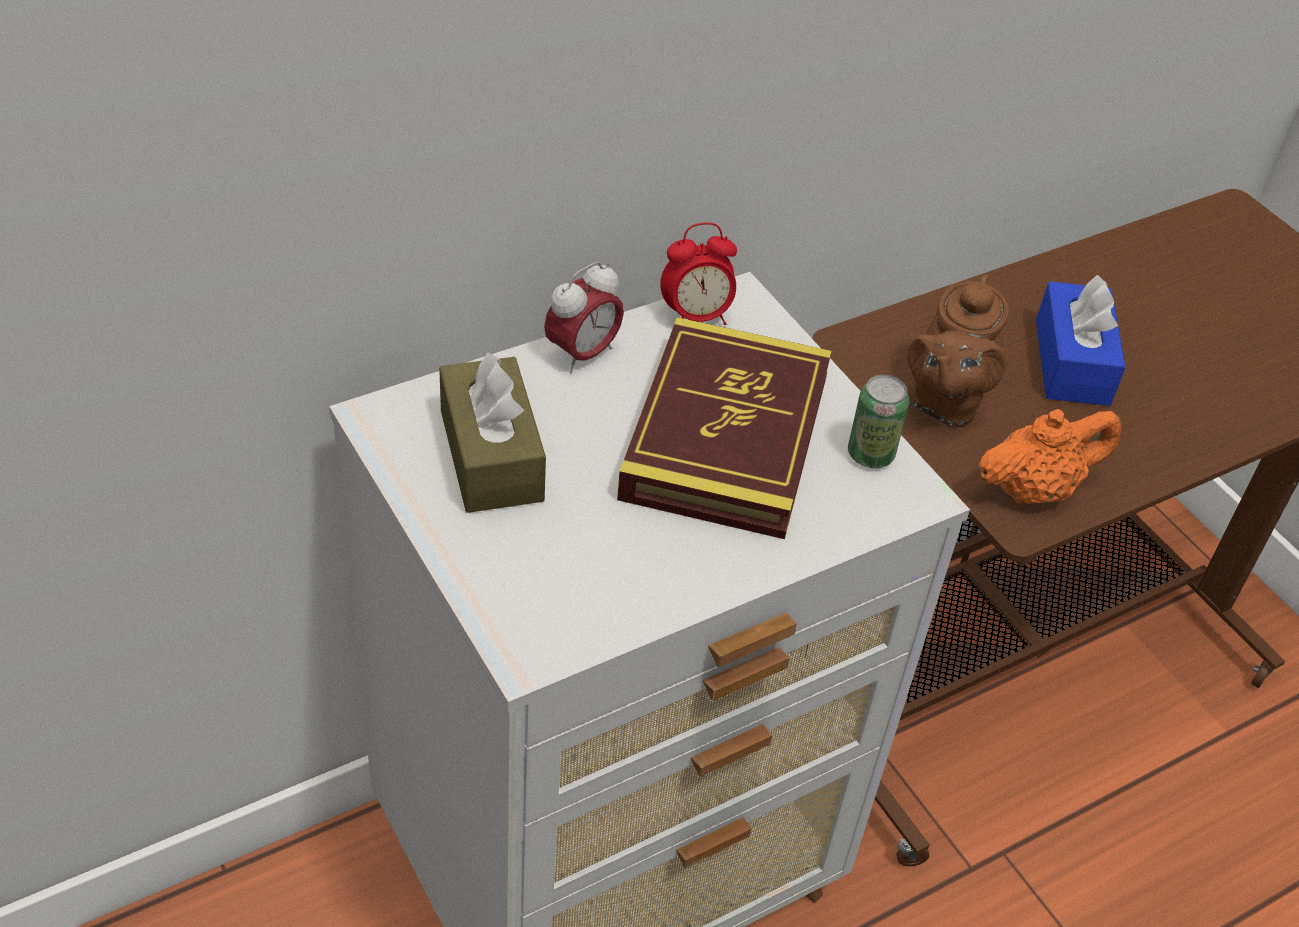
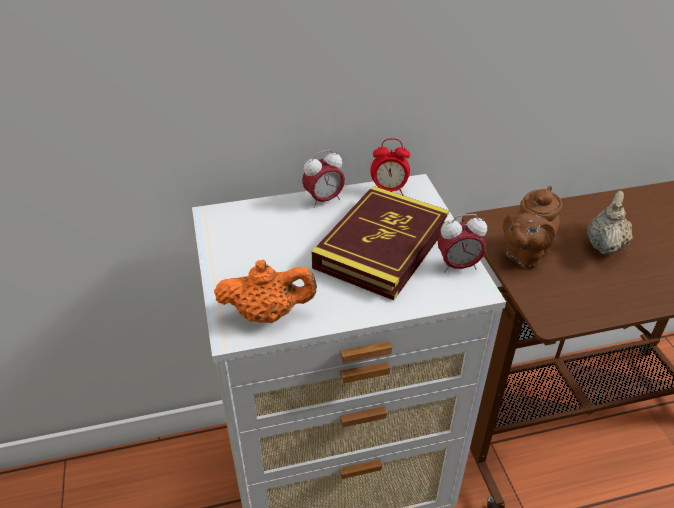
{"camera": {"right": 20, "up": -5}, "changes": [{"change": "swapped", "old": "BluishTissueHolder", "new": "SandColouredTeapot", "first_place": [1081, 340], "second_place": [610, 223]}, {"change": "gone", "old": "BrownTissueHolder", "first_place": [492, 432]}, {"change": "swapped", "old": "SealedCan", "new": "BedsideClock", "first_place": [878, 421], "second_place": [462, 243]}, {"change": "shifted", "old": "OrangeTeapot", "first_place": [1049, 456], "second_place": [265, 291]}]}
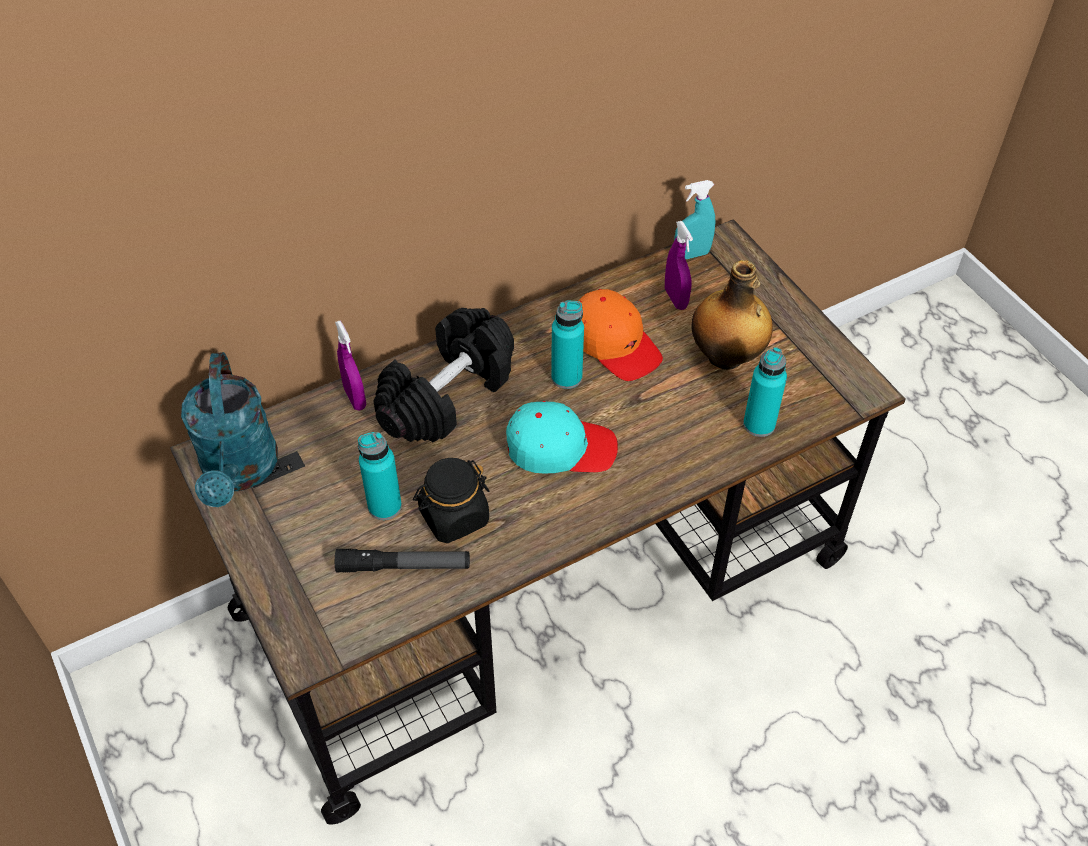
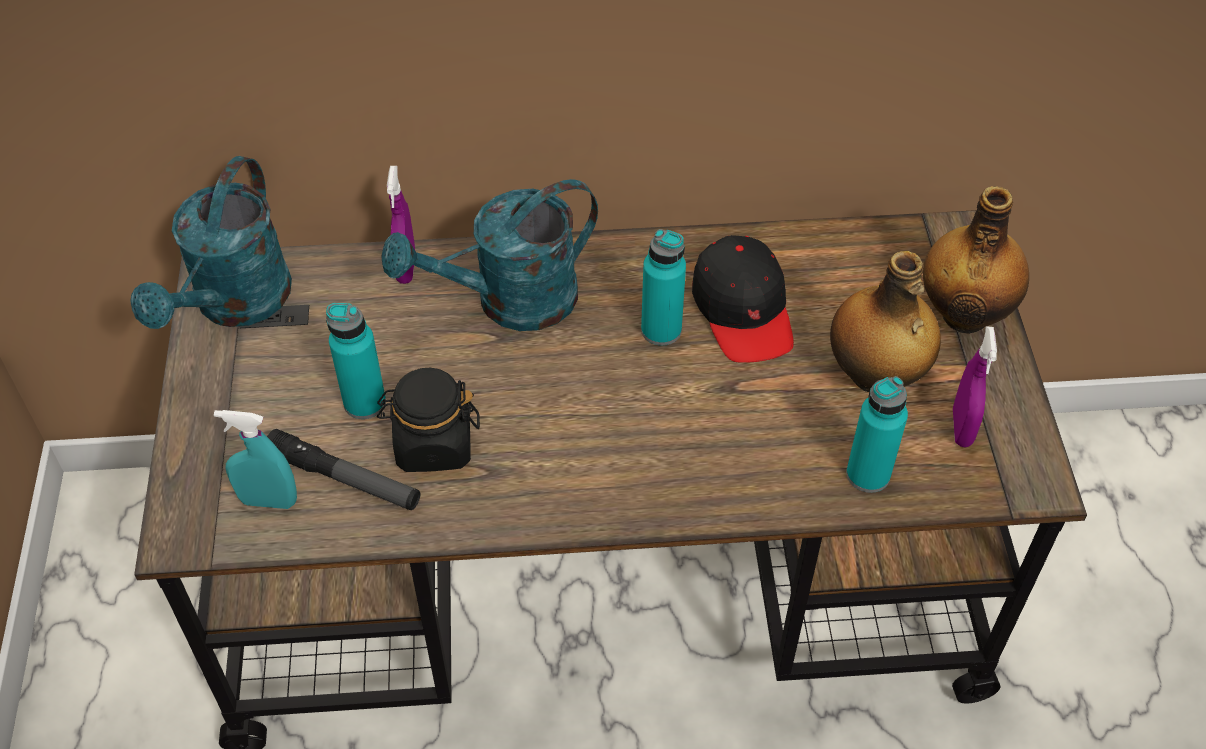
{"camera": {"right": 25, "up": 0}, "changes": [{"change": "shifted", "old": "TurquoiseSprayBottle", "first_place": [695, 219], "second_place": [255, 459]}, {"change": "shifted", "old": "PurpleColouredSprayBottle", "first_place": [679, 265], "second_place": [975, 387]}, {"change": "repainted", "old": "OrangeCap", "new": "BlackColouredCap", "first_place": [620, 335], "second_place": [743, 299]}, {"change": "swapped", "old": "BlackColouredFreeWeight", "new": "TurquoiseSprinklingCan", "first_place": [443, 375], "second_place": [489, 255]}, {"change": "gone", "old": "TurquoiseCap", "first_place": [562, 437]}, {"change": "new", "new": "DrinkBottle", "second_place": [976, 260]}]}
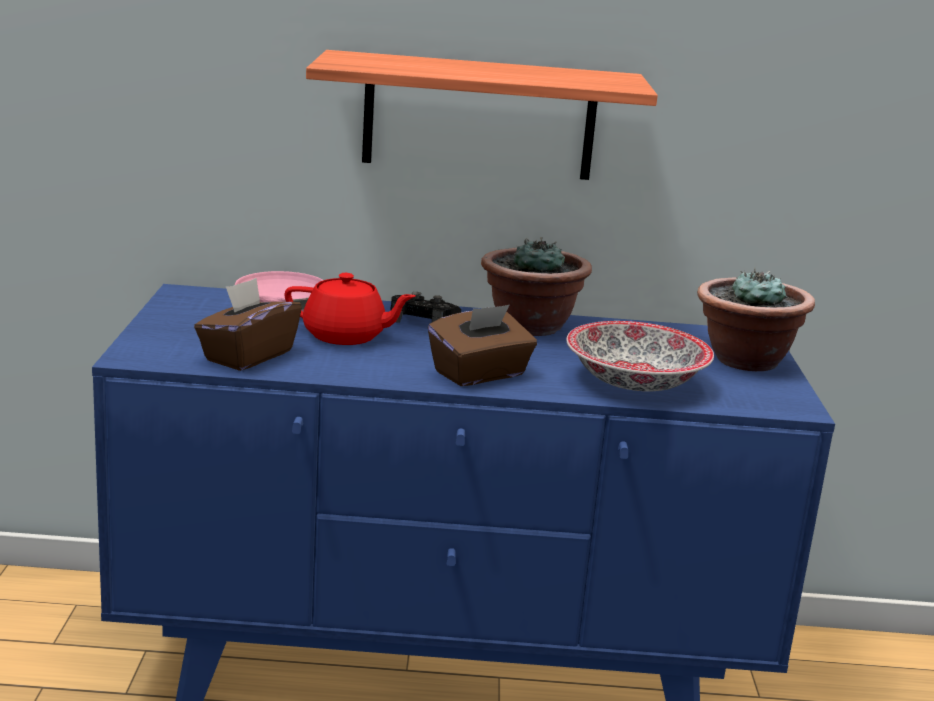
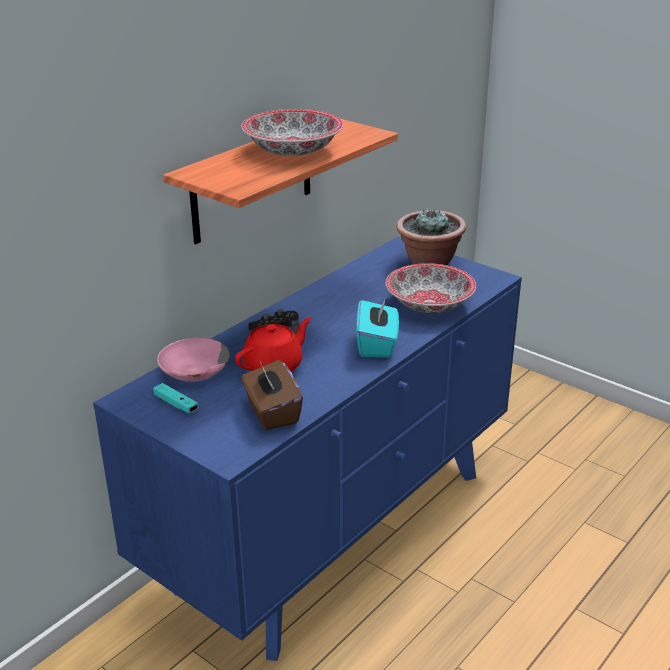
{"camera": {"right": -50, "up": 10}, "changes": [{"change": "gone", "old": "PottedPlant", "first_place": [536, 286]}, {"change": "repainted", "old": "BrownTissueHolder", "new": "TurquoiseTissueHolder", "first_place": [482, 345], "second_place": [377, 327]}, {"change": "new", "new": "DeepDish", "second_place": [292, 132]}, {"change": "new", "new": "TurquoiseGamepad", "second_place": [175, 398]}]}
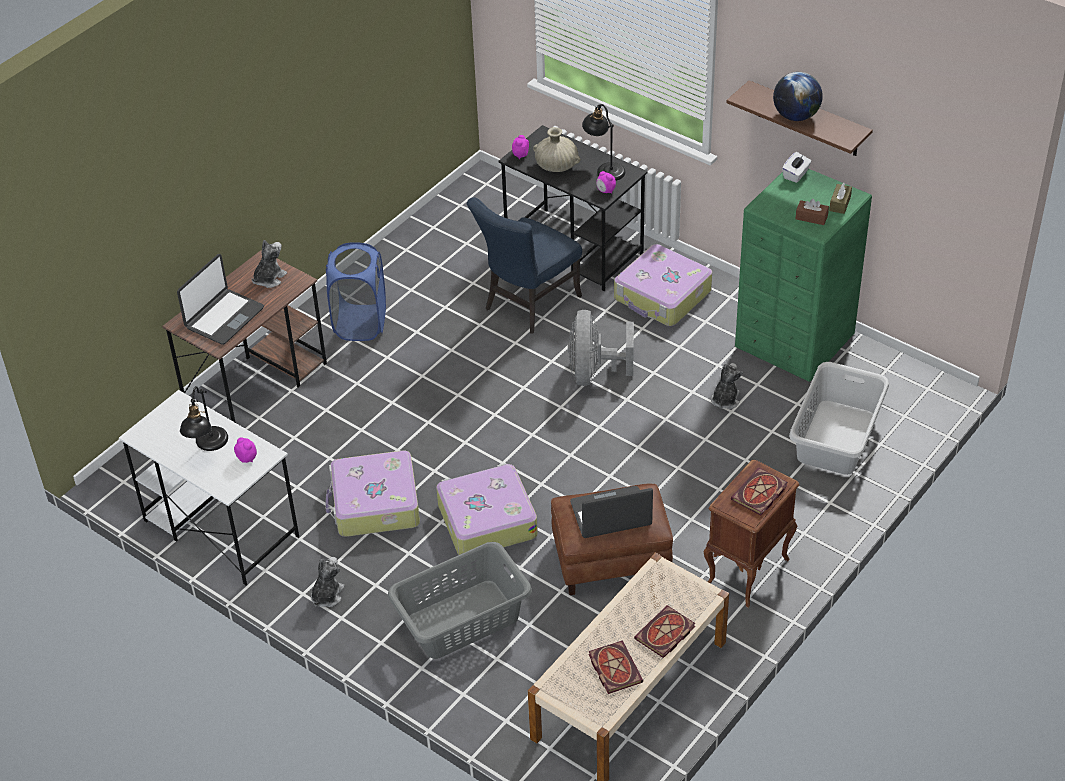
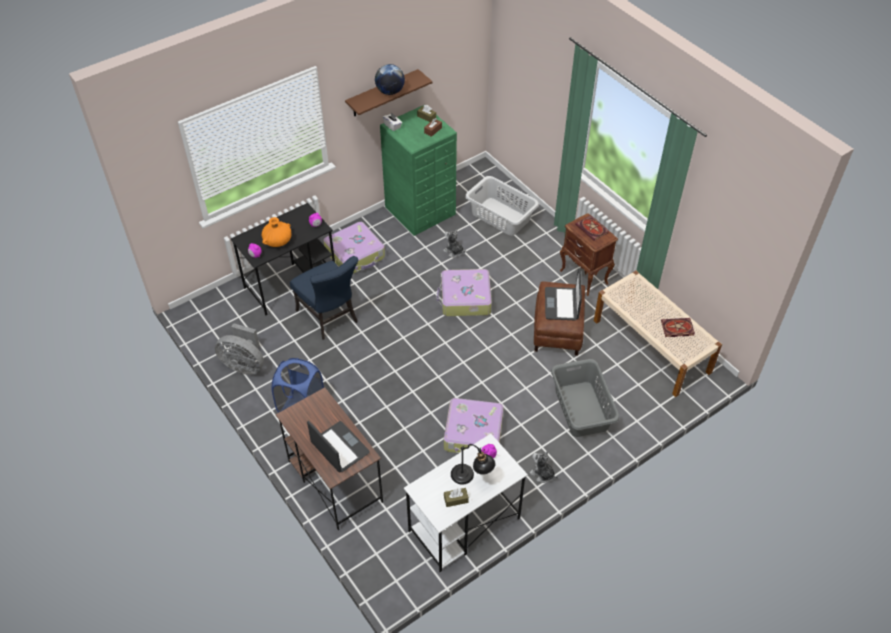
{"camera": {"right": -75, "up": 5}, "changes": [{"change": "gone", "old": "BlackColouredTabletopLamp", "first_place": [603, 142]}, {"change": "repainted", "old": "SandColouredVase", "new": "OrangeVase", "first_place": [557, 149], "second_place": [277, 232]}, {"change": "gone", "old": "SoftToy", "first_place": [269, 264]}, {"change": "shifted", "old": "GreyCoolingFan", "first_place": [601, 348], "second_place": [239, 349]}, {"change": "shifted", "old": "PieceOfLuggage", "first_place": [487, 509], "second_place": [464, 292]}, {"change": "gone", "old": "Book", "first_place": [664, 631]}, {"change": "new", "new": "BrownTissueHolder", "second_place": [456, 497]}]}
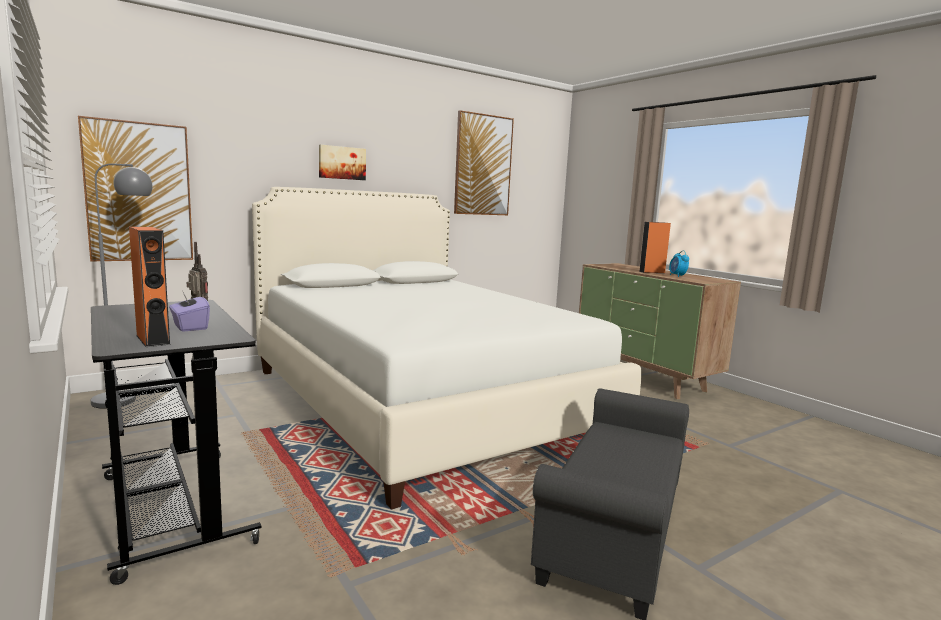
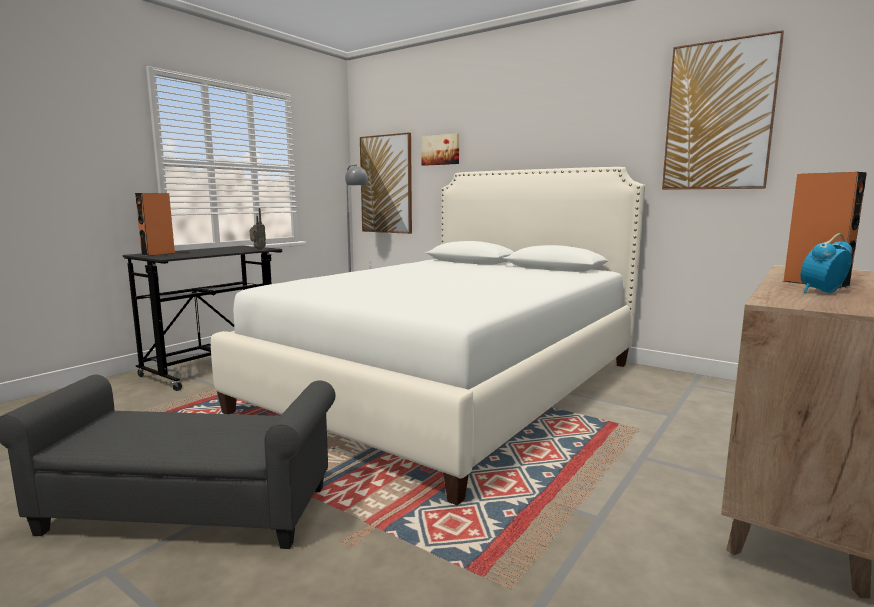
{"camera": {"right": 70, "up": 0}, "changes": [{"change": "shifted", "old": "WallPicture", "first_place": [342, 162], "second_place": [440, 150]}, {"change": "gone", "old": "PurpleColouredTissueHolder", "first_place": [189, 312]}]}
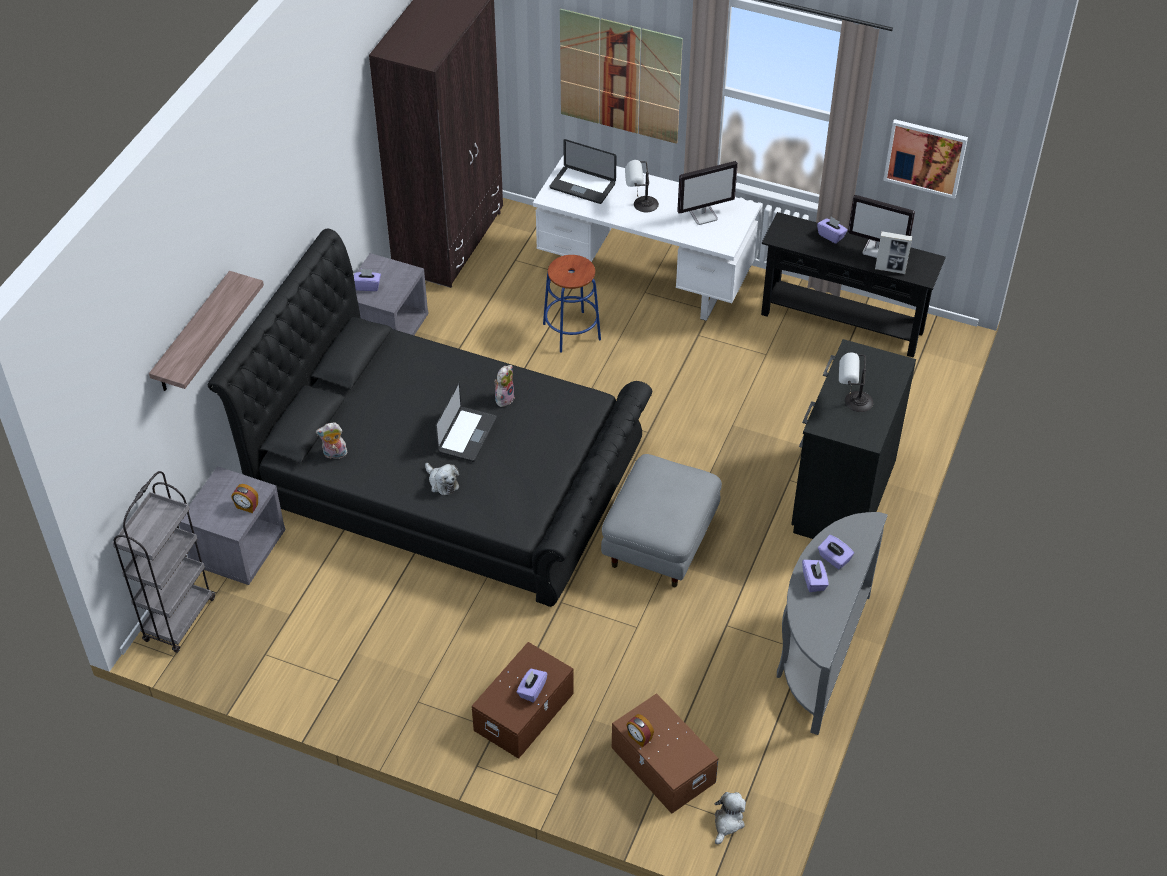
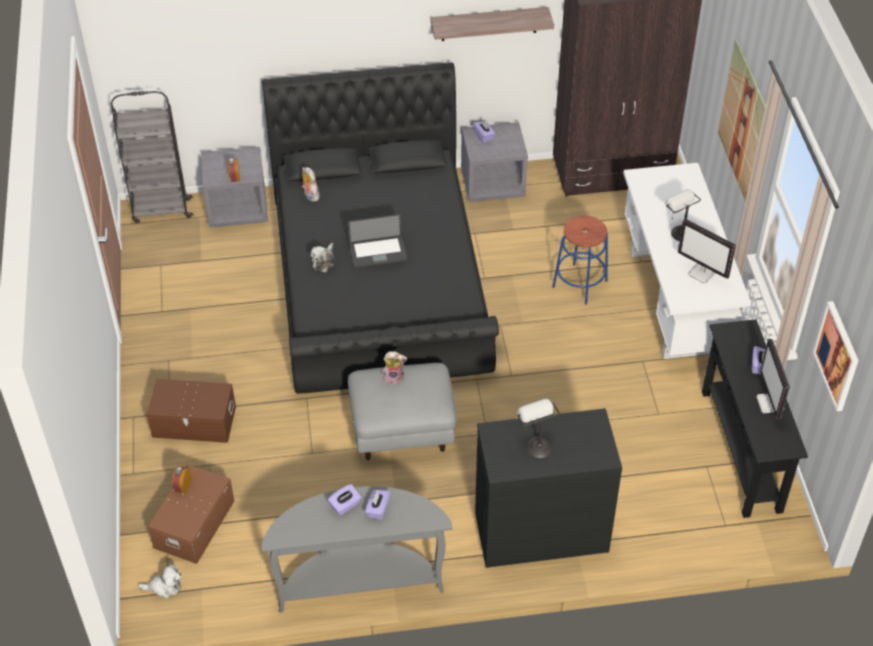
{"camera": {"right": 60, "up": 0}, "changes": [{"change": "gone", "old": "NotebookComputer", "first_place": [583, 171]}, {"change": "gone", "old": "PictureFrame", "first_place": [893, 252]}, {"change": "shifted", "old": "Shelf", "first_place": [206, 331], "second_place": [492, 24]}, {"change": "shifted", "old": "SoftToy", "first_place": [504, 386], "second_place": [394, 368]}, {"change": "gone", "old": "PurpleColouredTissueHolder", "first_place": [532, 686]}]}
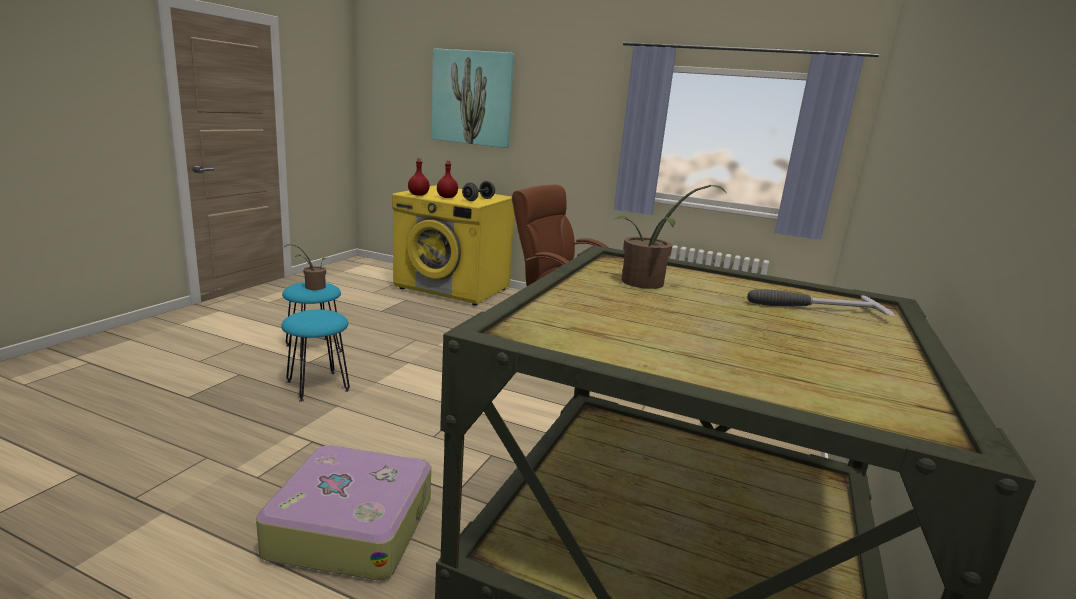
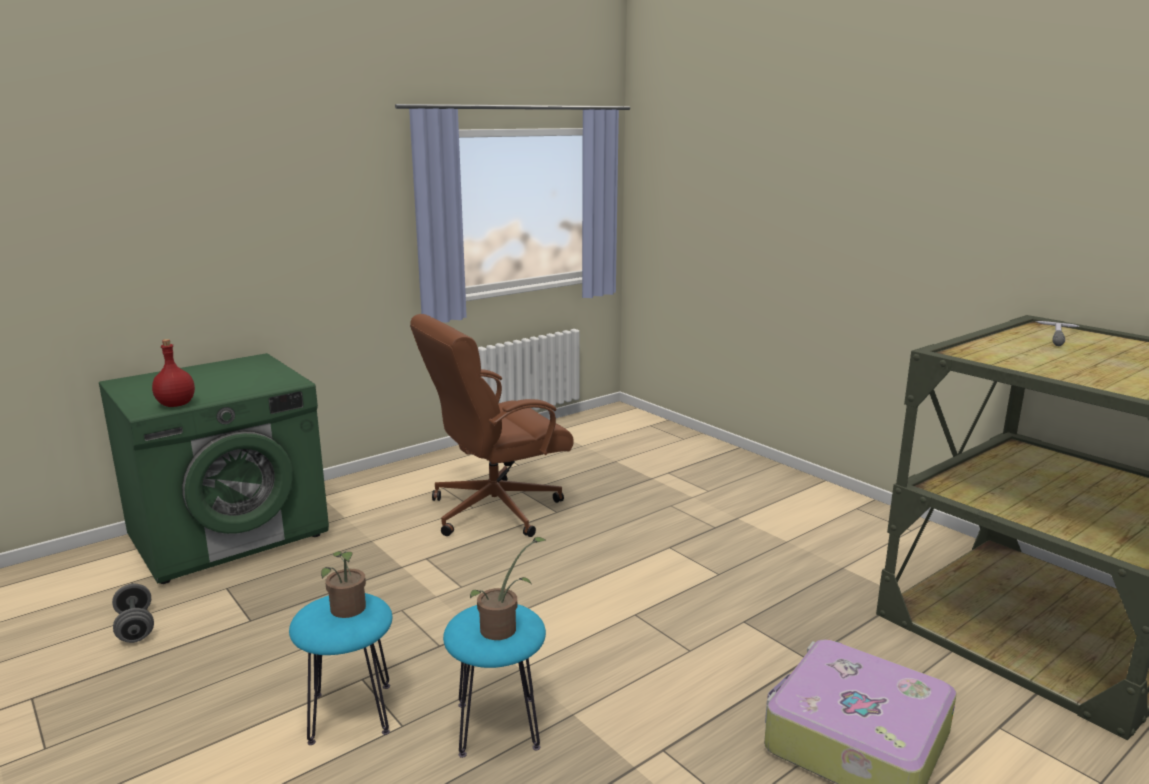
{"camera": {"right": -60, "up": 0}, "changes": [{"change": "gone", "old": "WallPicture", "first_place": [473, 98]}, {"change": "gone", "old": "RedColouredDrinkBottle", "first_place": [447, 179]}, {"change": "shifted", "old": "GreyFreeWeight", "first_place": [478, 191], "second_place": [133, 613]}, {"change": "repainted", "old": "YellowishLaundryMachine", "new": "GreenishLaundryMachine", "first_place": [453, 245], "second_place": [214, 468]}, {"change": "shifted", "old": "PottedPlant", "first_place": [669, 237], "second_place": [508, 588]}]}
